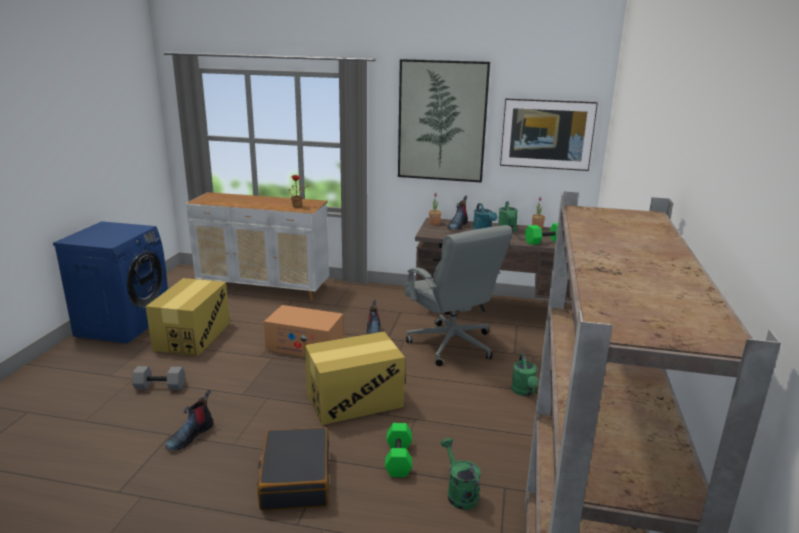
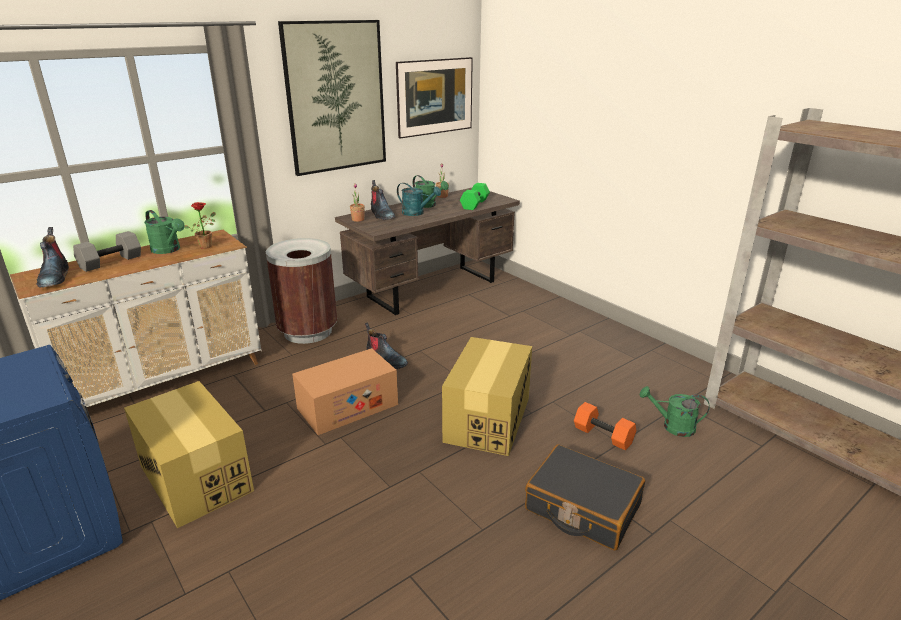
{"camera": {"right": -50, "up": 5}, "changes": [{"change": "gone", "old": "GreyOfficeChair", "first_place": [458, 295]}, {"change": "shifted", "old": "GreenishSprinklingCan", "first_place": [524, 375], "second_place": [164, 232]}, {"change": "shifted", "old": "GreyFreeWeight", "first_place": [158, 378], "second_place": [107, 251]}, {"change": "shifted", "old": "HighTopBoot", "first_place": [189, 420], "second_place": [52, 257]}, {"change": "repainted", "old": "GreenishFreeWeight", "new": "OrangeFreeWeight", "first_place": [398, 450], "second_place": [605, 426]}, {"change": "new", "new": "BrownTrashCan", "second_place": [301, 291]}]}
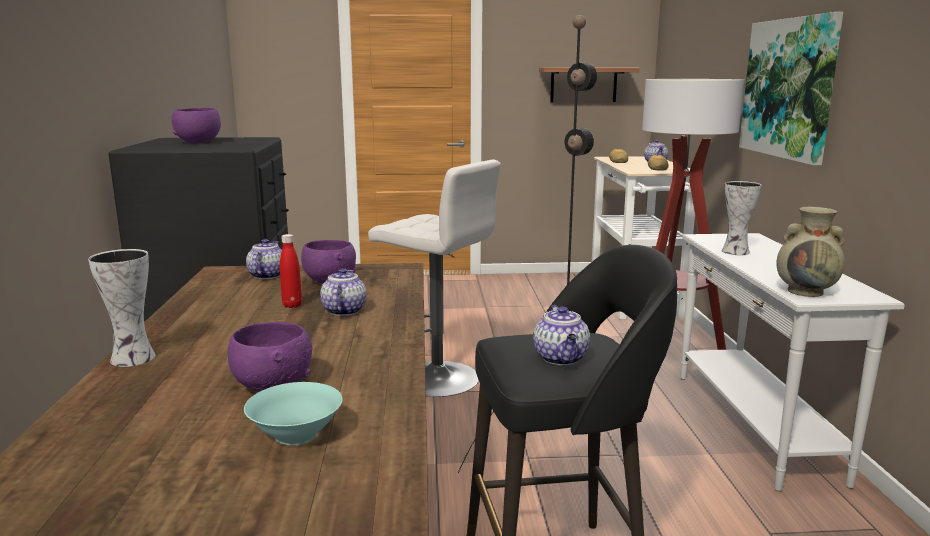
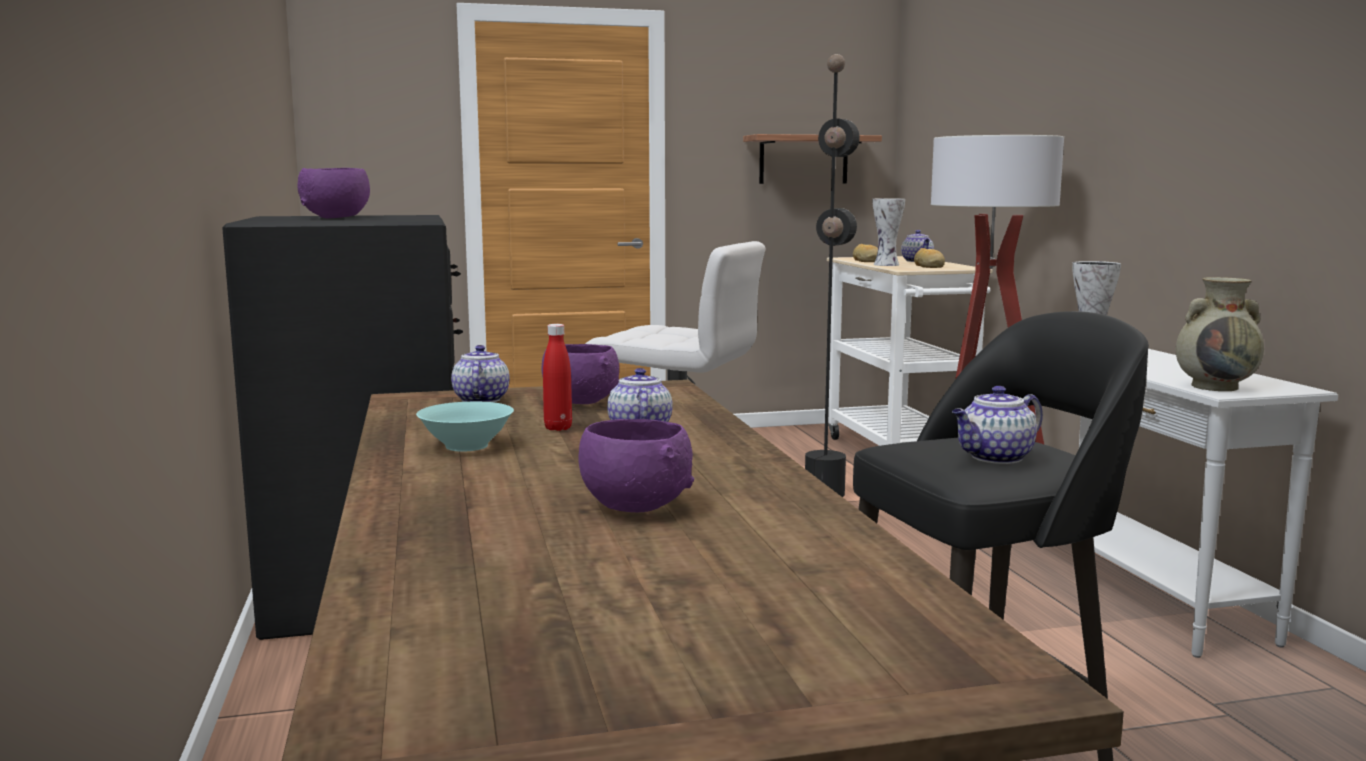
{"camera": {"right": -10, "up": -5}, "changes": [{"change": "gone", "old": "WallPicture", "first_place": [791, 88]}, {"change": "shifted", "old": "Vase", "first_place": [122, 308], "second_place": [888, 232]}, {"change": "rotated", "old": "Teapot", "first_place": [561, 335], "second_place": [997, 425], "degrees": 75}, {"change": "shifted", "old": "TurquoiseDeepDish", "first_place": [293, 413], "second_place": [465, 426]}]}
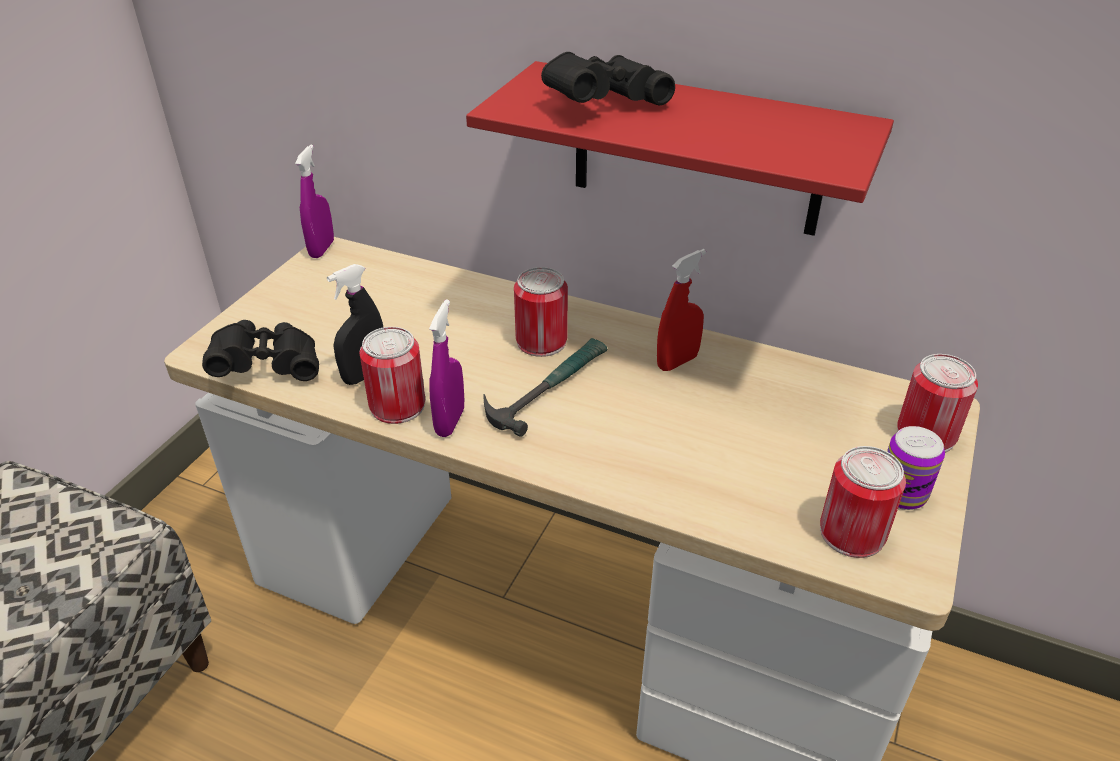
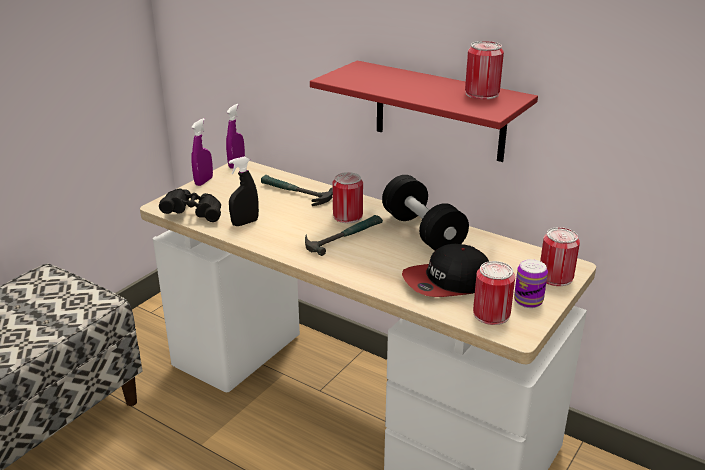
{"camera": {"right": 10, "up": -10}, "changes": [{"change": "gone", "old": "BlackColouredFieldGlasses", "first_place": [608, 78]}, {"change": "swapped", "old": "RedColouredSprayBottle", "new": "BlackColouredFreeWeight", "first_place": [681, 310], "second_place": [425, 213]}, {"change": "shifted", "old": "PurpleColouredSprayBottle", "first_place": [446, 368], "second_place": [202, 152]}, {"change": "shifted", "old": "SealedCan", "first_place": [392, 375], "second_place": [484, 70]}, {"change": "new", "new": "ToolHammer", "second_place": [297, 190]}, {"change": "new", "new": "Cap", "second_place": [445, 270]}]}
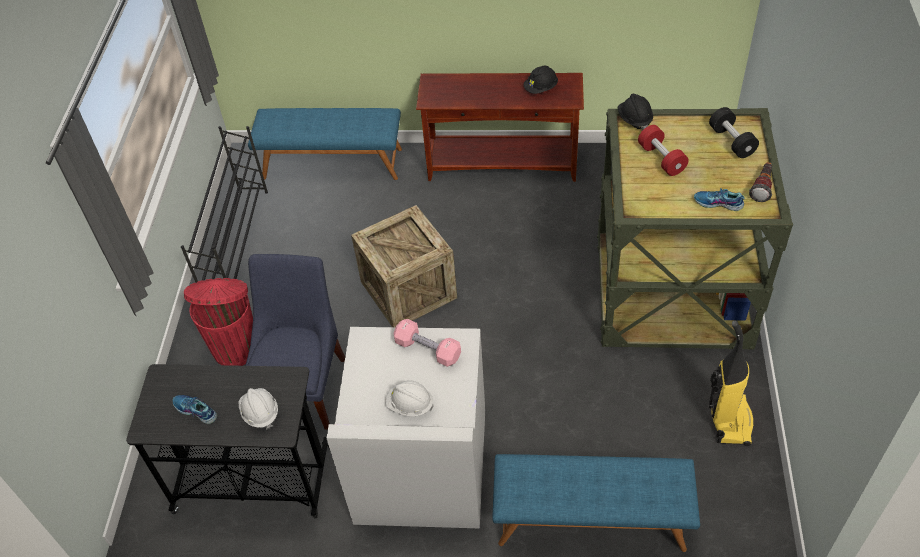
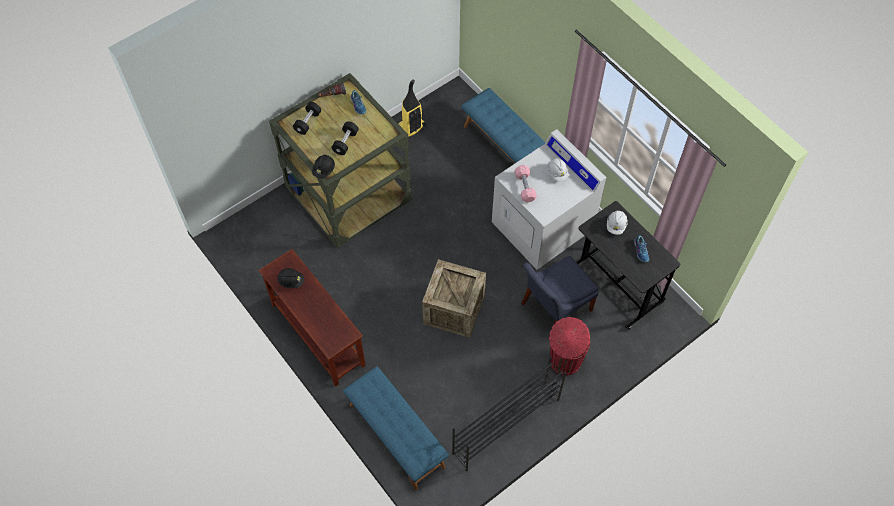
{"camera": {"right": -135, "up": 10}, "changes": [{"change": "repainted", "old": "RedColouredFreeWeight", "new": "BlackColouredFreeWeight", "first_place": [663, 150], "second_place": [345, 138]}]}
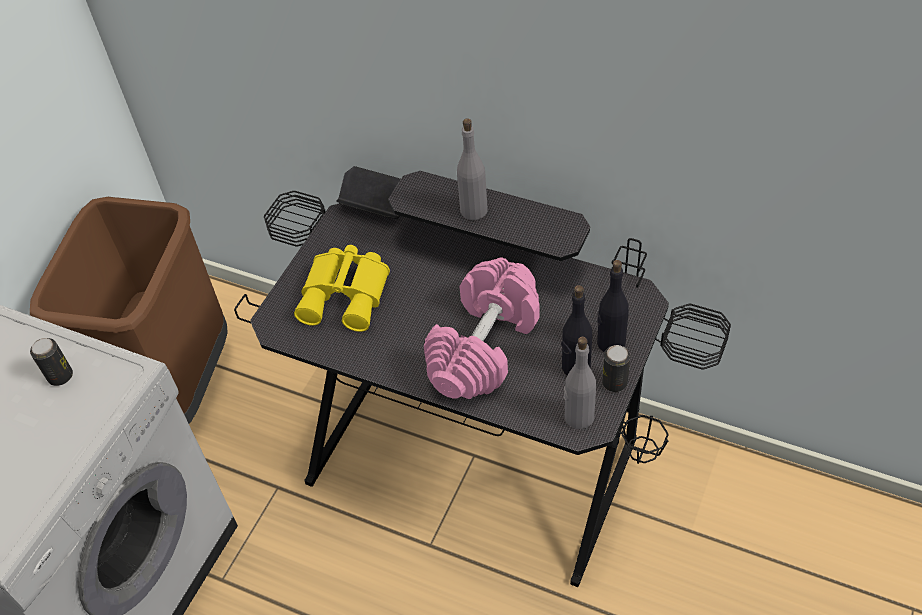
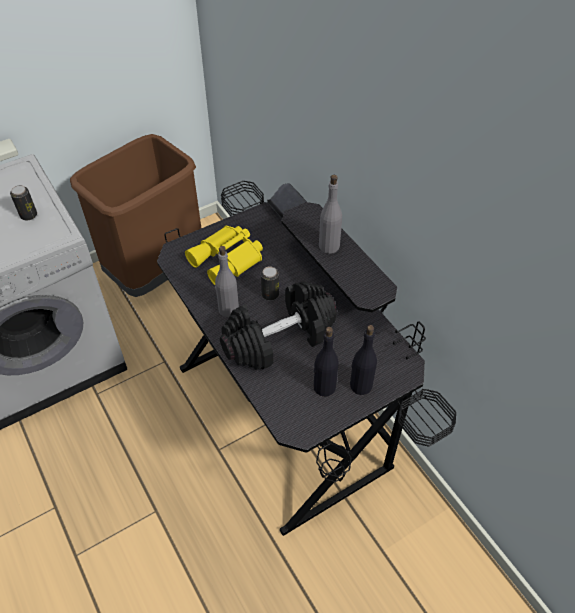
{"camera": {"right": 30, "up": 0}, "changes": [{"change": "repainted", "old": "PinkFreeWeight", "new": "BlackColouredFreeWeight", "first_place": [482, 328], "second_place": [278, 325]}, {"change": "shifted", "old": "GreyDrinkBottle", "first_place": [580, 383], "second_place": [227, 281]}, {"change": "shifted", "old": "SealedCan", "first_place": [616, 368], "second_place": [270, 283]}]}
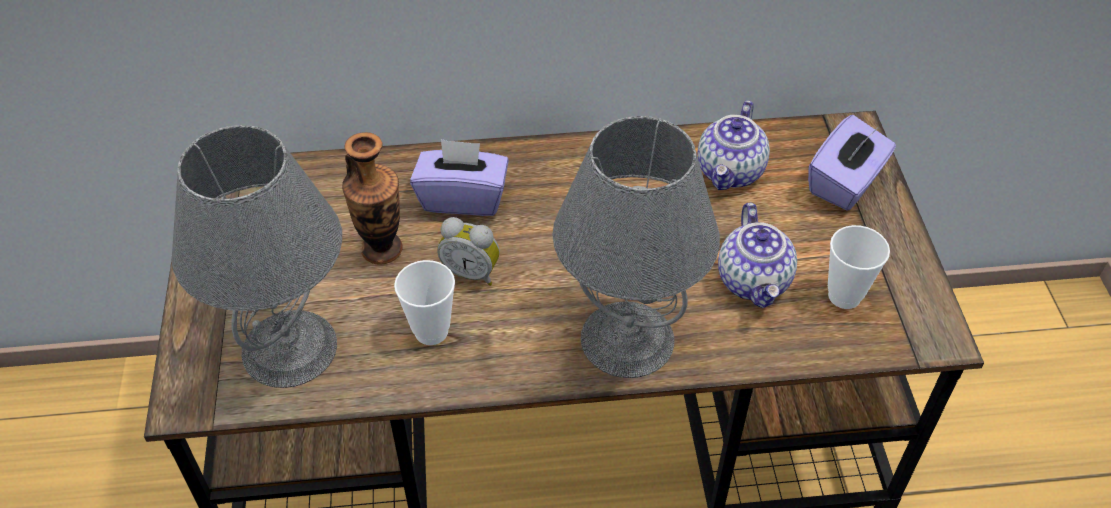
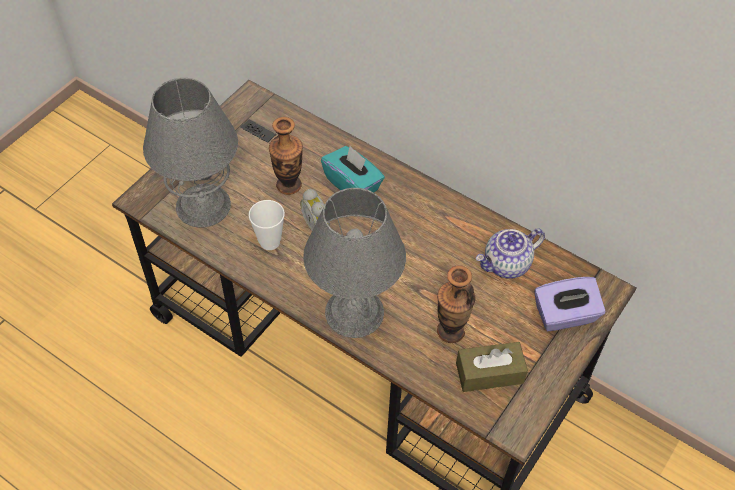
{"camera": {"right": 40, "up": 5}, "changes": [{"change": "repainted", "old": "PurpleColouredTissueHolder", "new": "TurquoiseTissueHolder", "first_place": [459, 177], "second_place": [353, 169]}, {"change": "swapped", "old": "Teapot", "new": "Vase", "first_place": [757, 255], "second_place": [456, 304]}, {"change": "swapped", "old": "SmallCup", "new": "BrownTissueHolder", "first_place": [859, 267], "second_place": [492, 367]}]}
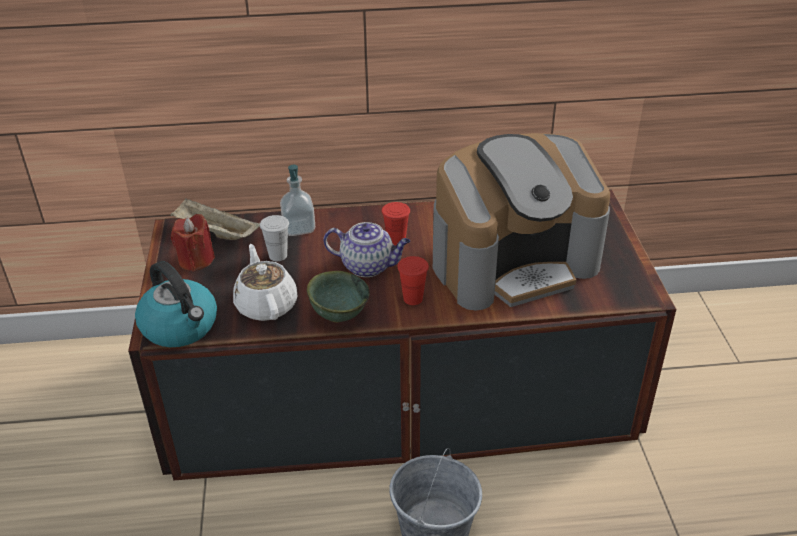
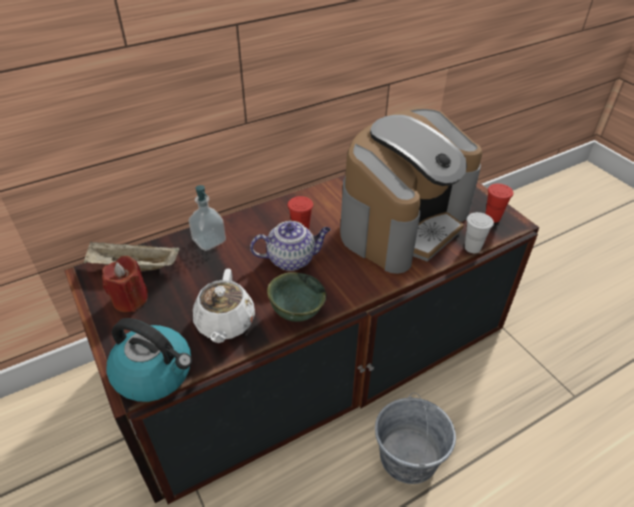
{"camera": {"right": -25, "up": 5}, "changes": [{"change": "shifted", "old": "WhitishSmallCup", "first_place": [274, 238], "second_place": [479, 232]}, {"change": "rotated", "old": "WhitishTeapot", "first_place": [265, 282], "second_place": [224, 306], "degrees": -135}, {"change": "shifted", "old": "RedColouredSmallCup", "first_place": [413, 280], "second_place": [499, 203]}]}
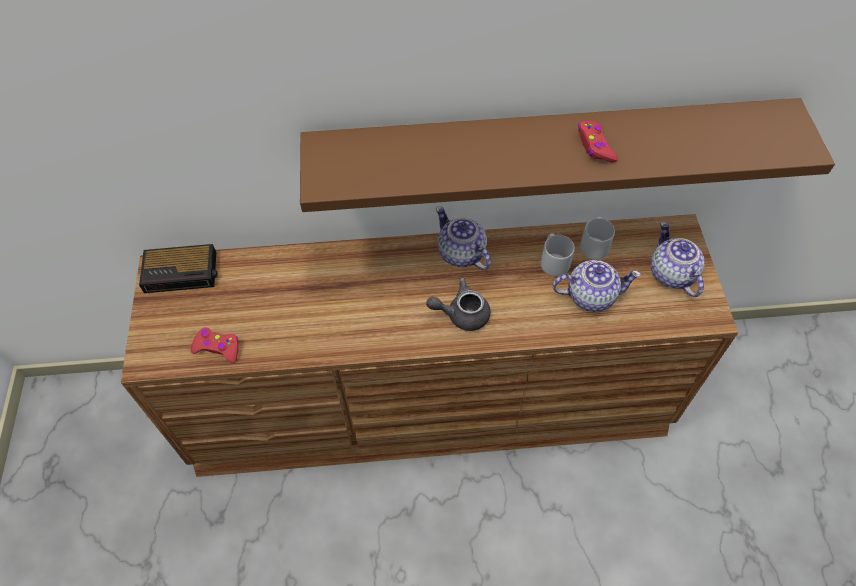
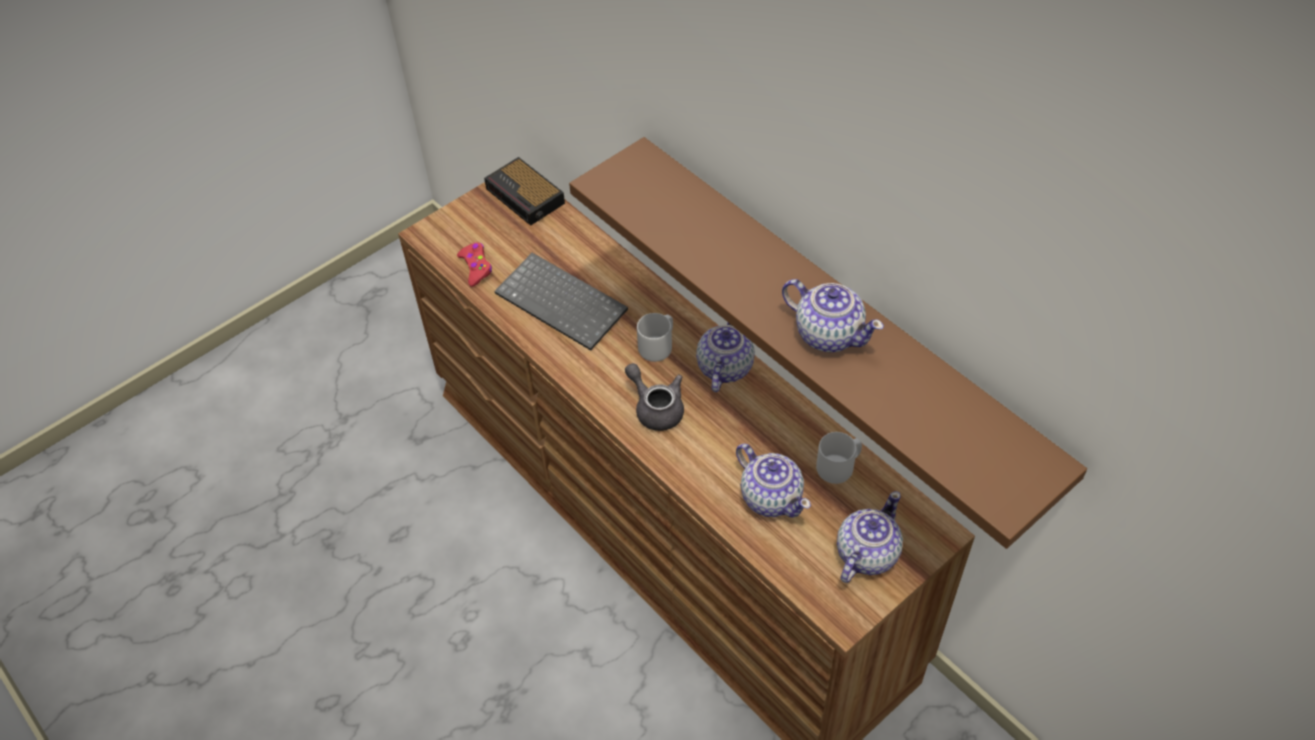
{"camera": {"right": 55, "up": -5}, "changes": [{"change": "swapped", "old": "RedColouredGamepad", "new": "Teapot", "first_place": [598, 141], "second_place": [833, 315]}, {"change": "shifted", "old": "GreyCoffeeMug", "first_place": [558, 255], "second_place": [655, 337]}, {"change": "new", "new": "PcKeyboard", "second_place": [561, 301]}]}
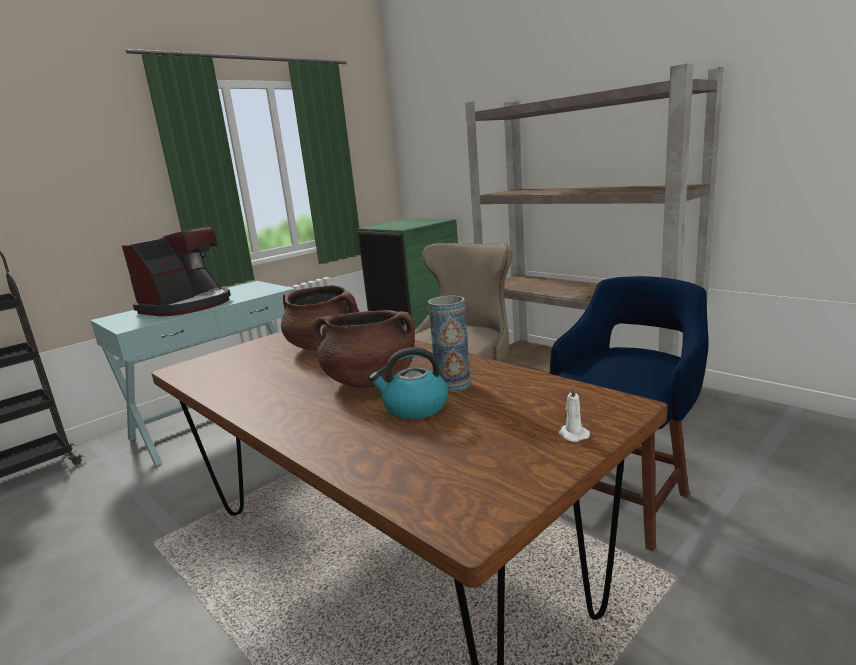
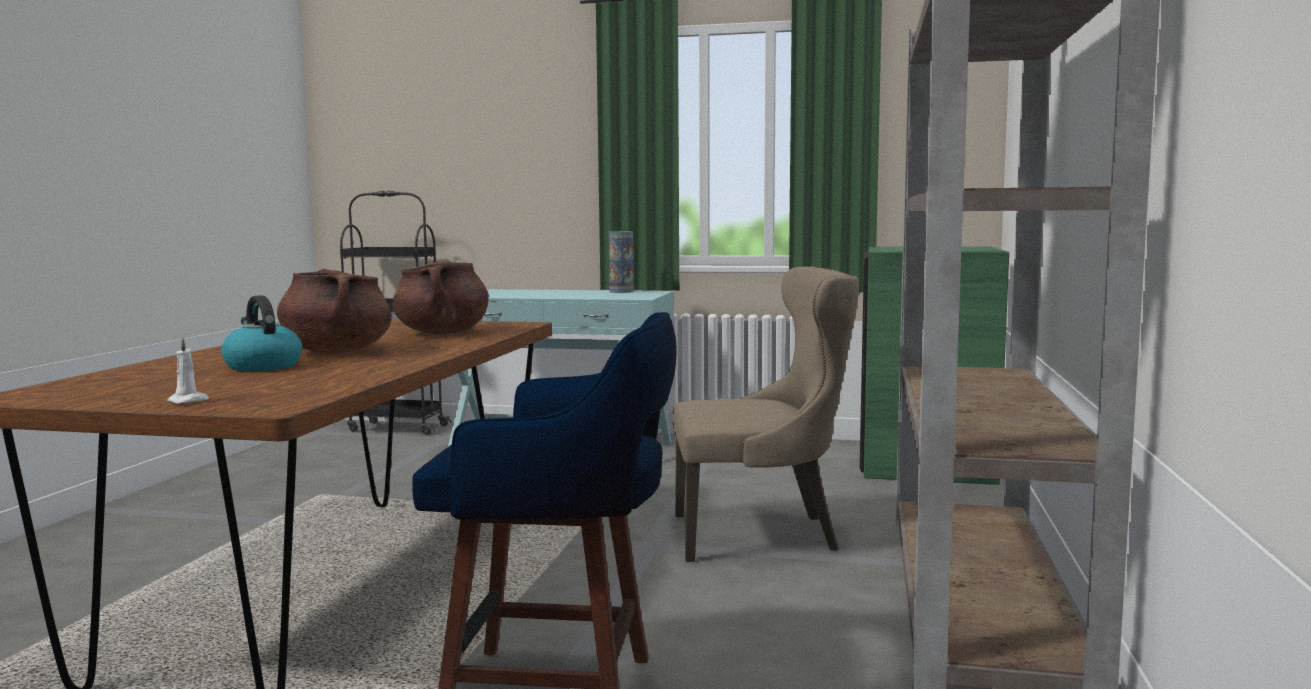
{"camera": {"right": 55, "up": -10}, "changes": [{"change": "gone", "old": "CoffeeMachine", "first_place": [176, 271]}, {"change": "shifted", "old": "Vase", "first_place": [449, 344], "second_place": [621, 262]}]}
